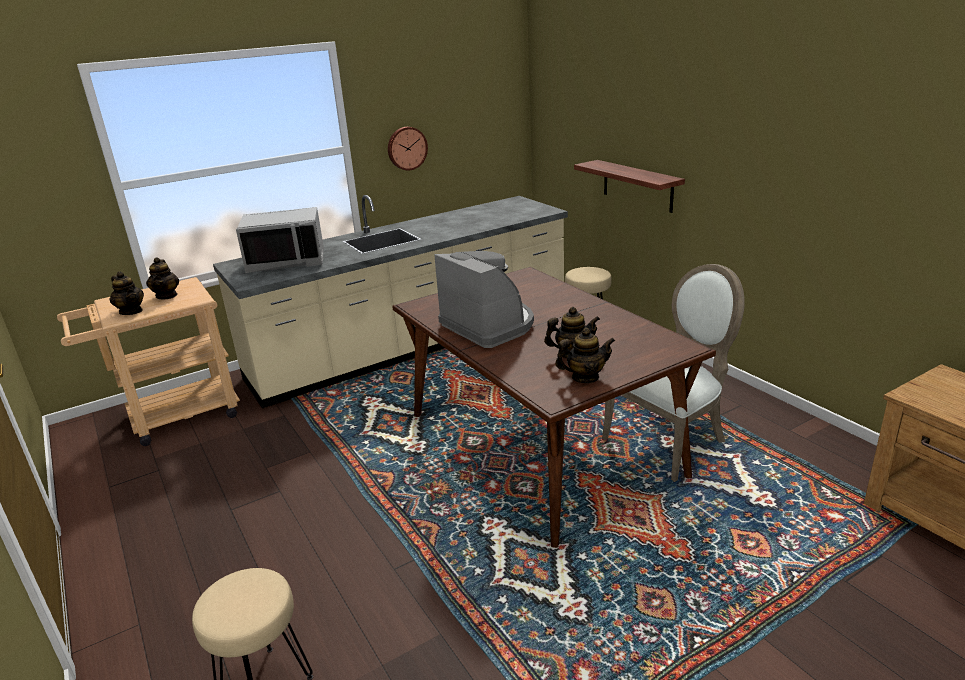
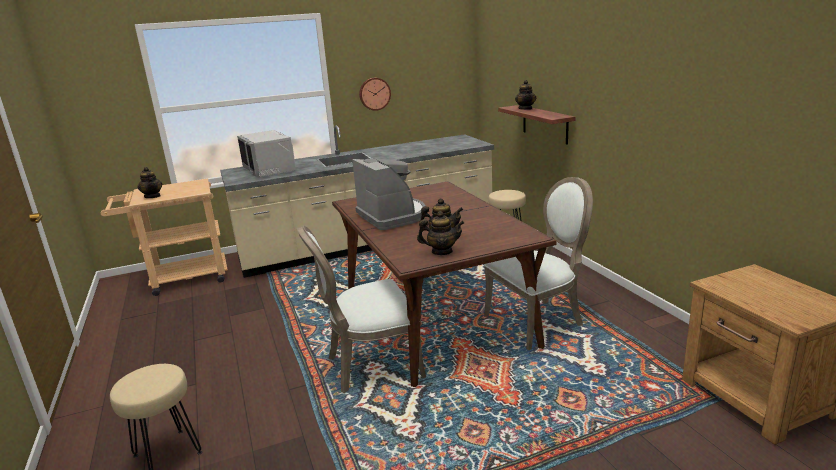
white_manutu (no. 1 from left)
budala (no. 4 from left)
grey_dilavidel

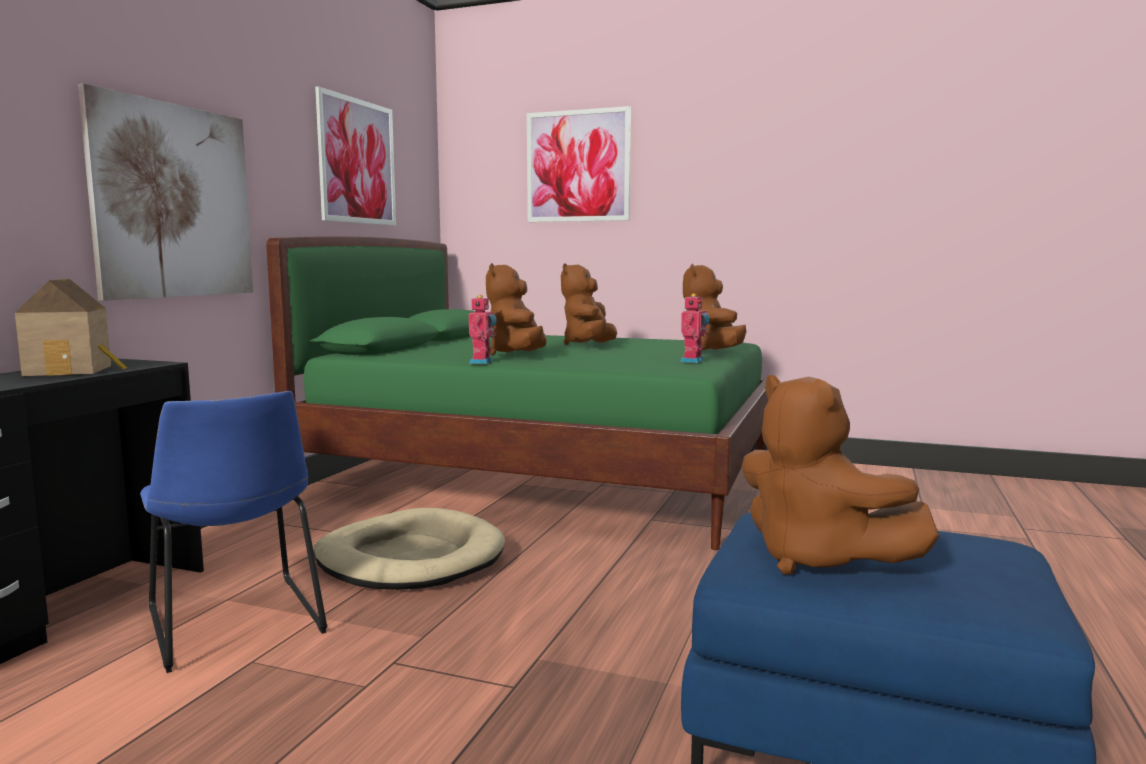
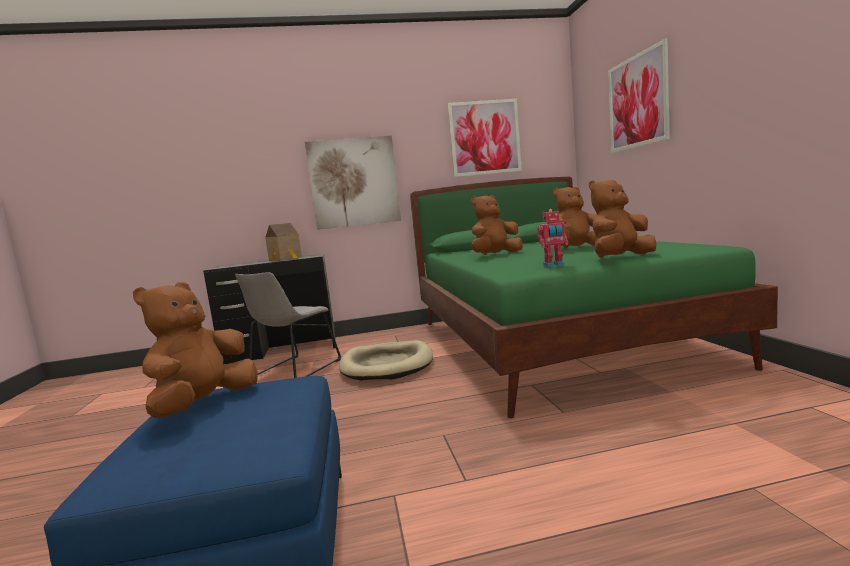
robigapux (no. 1 from left in the first image)
grey_manutu

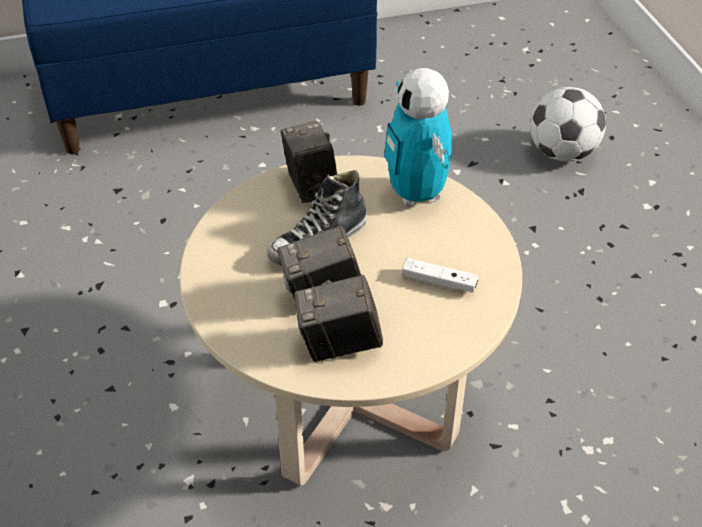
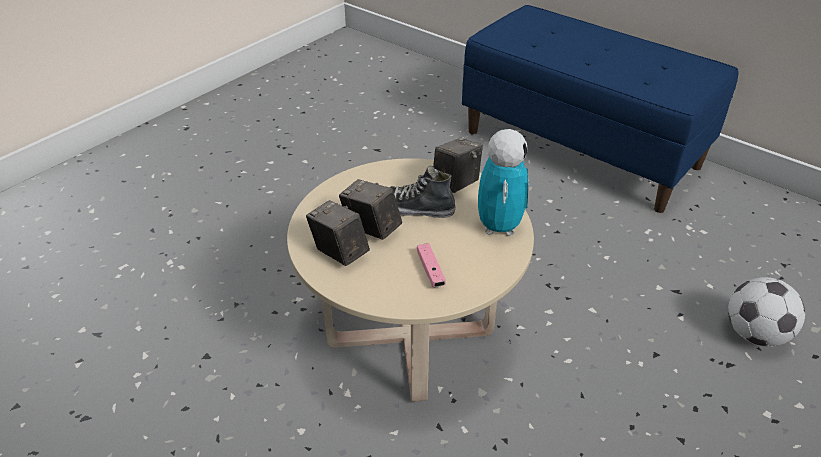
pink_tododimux
robigapux

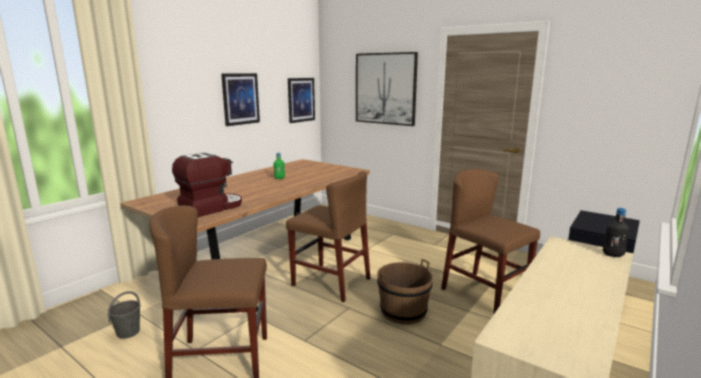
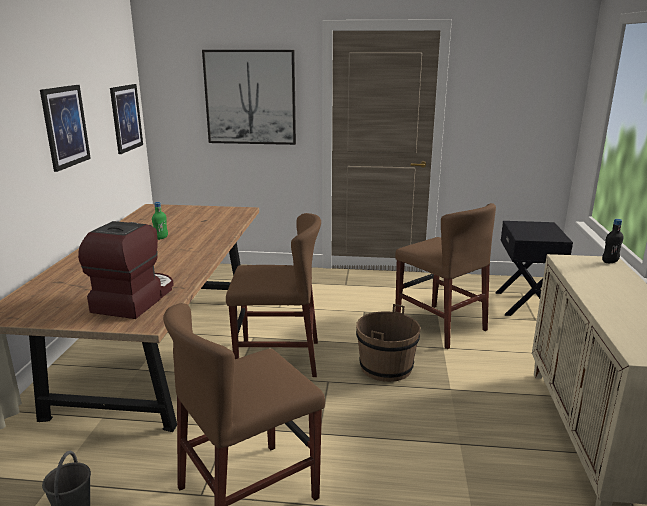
brown_manutu (no. 3 from left)

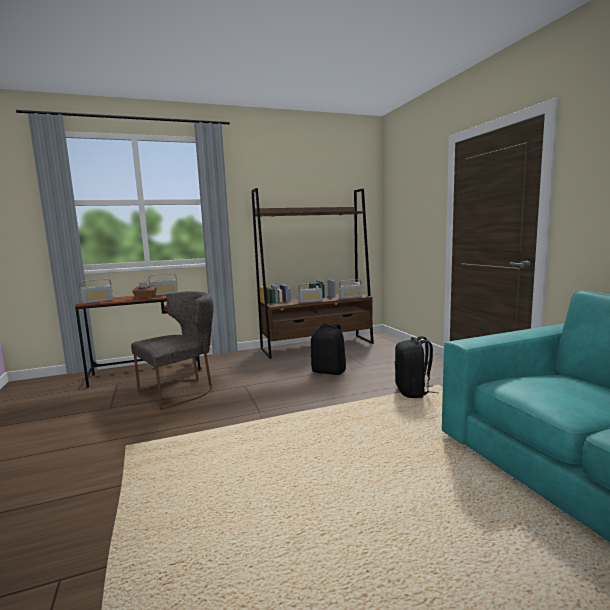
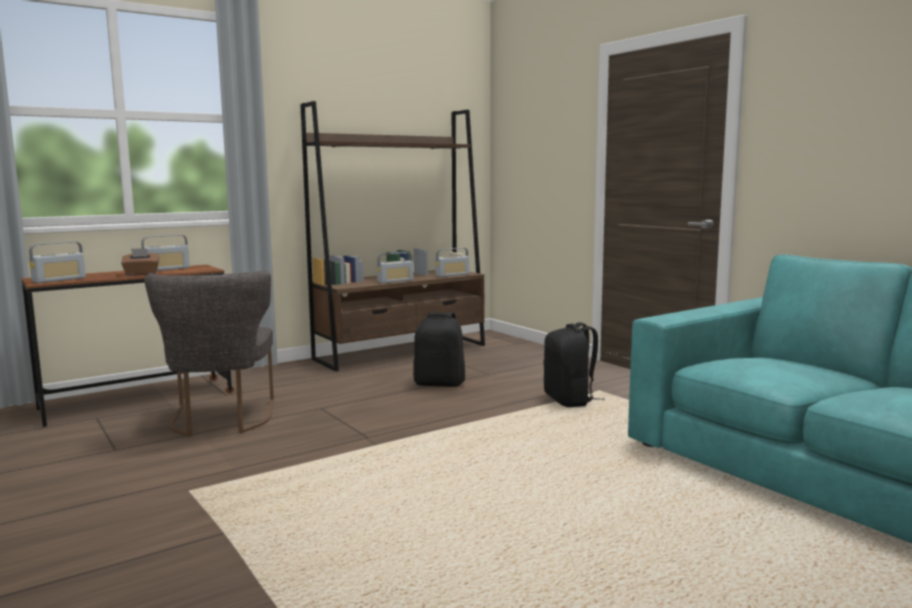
grey_manutu

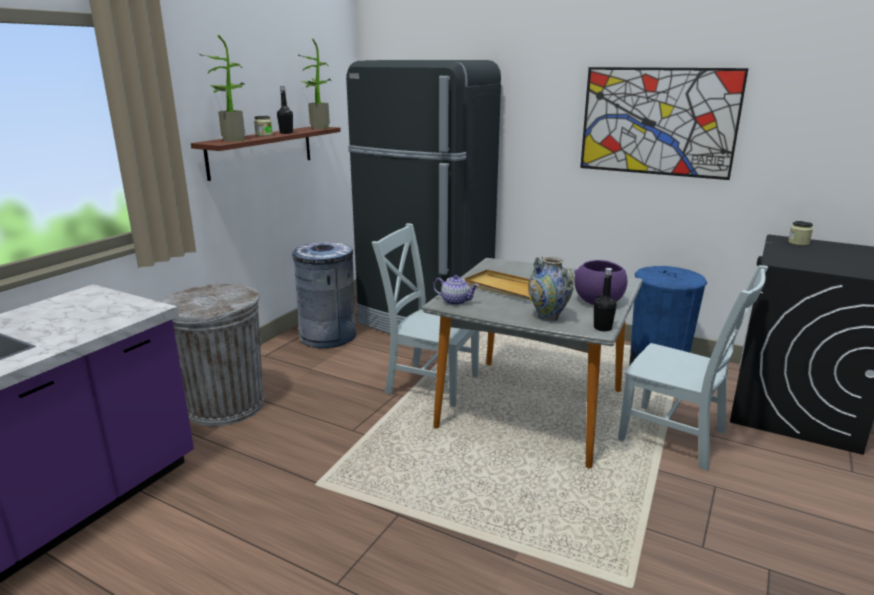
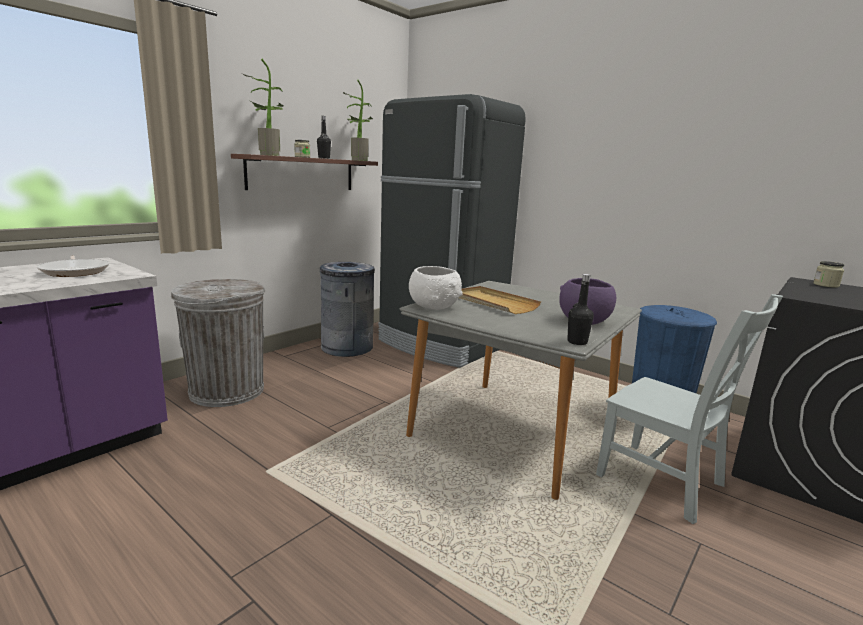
grey_manutu (no. 1 from left in the first image)
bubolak
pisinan
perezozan
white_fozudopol

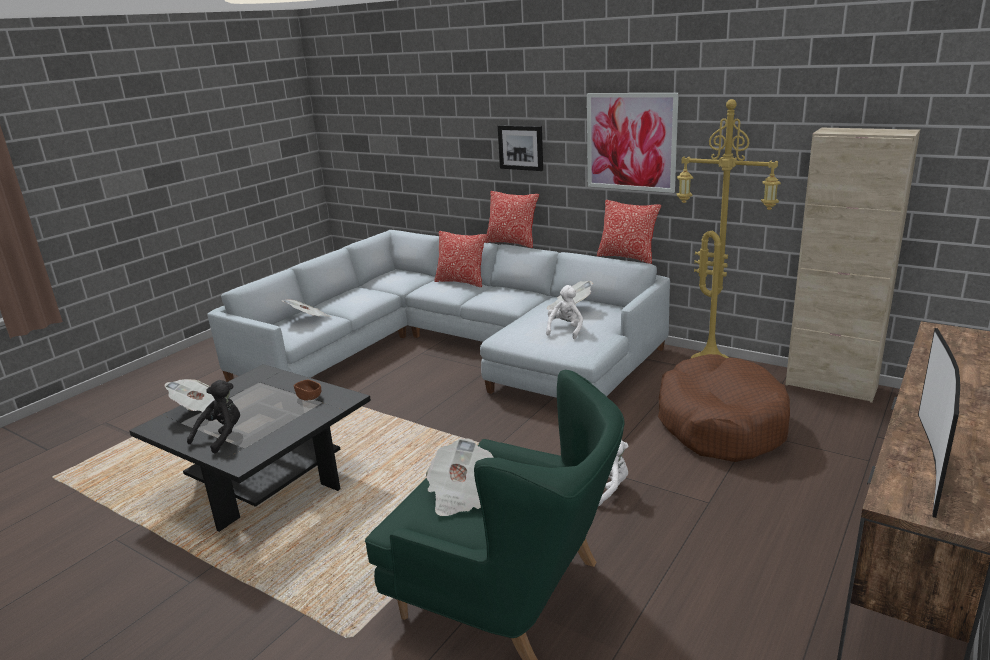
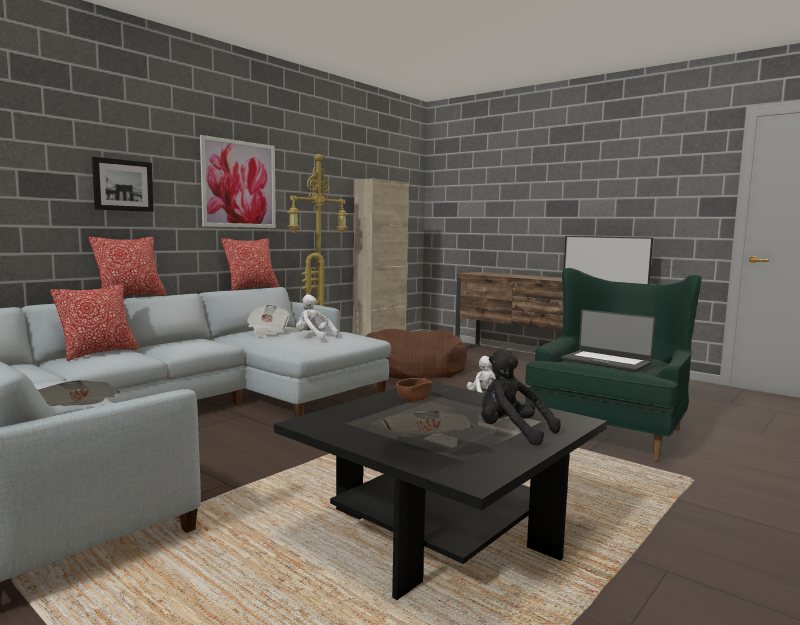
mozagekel

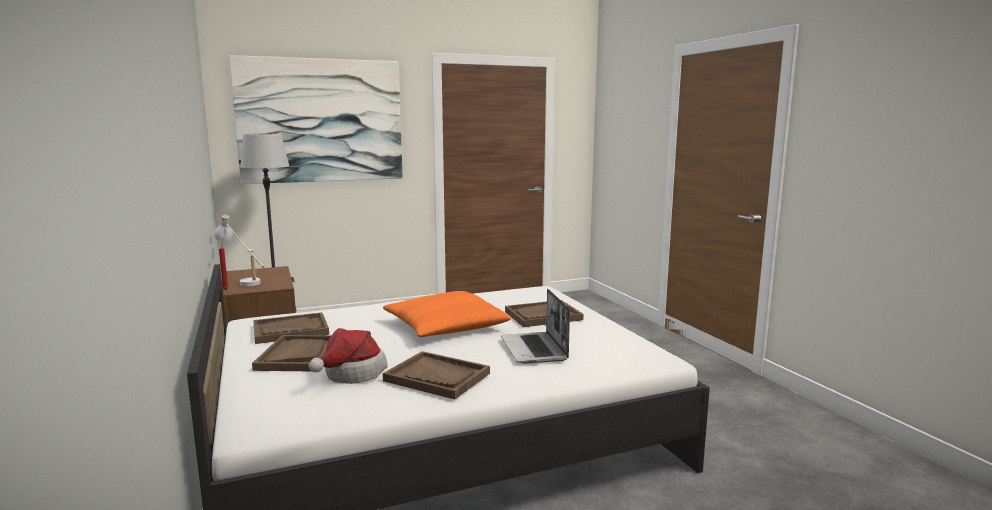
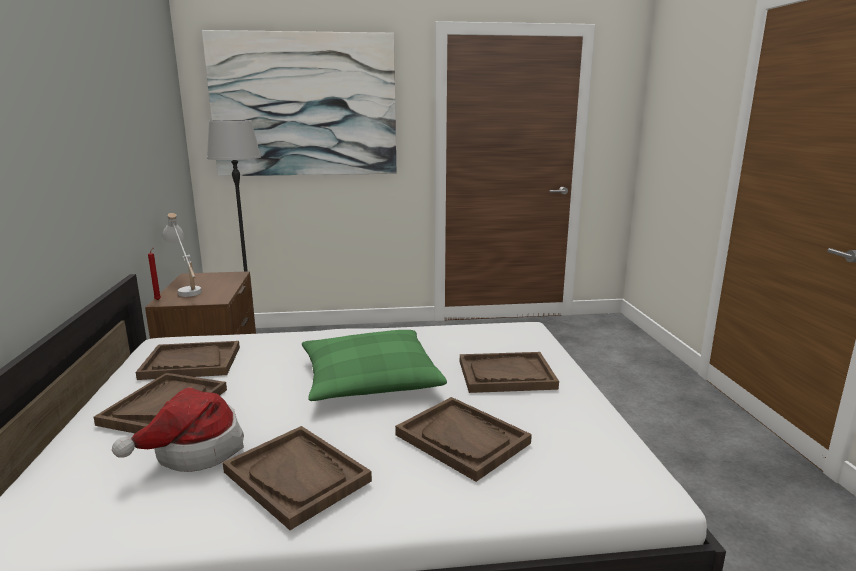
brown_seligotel (no. 4 from left)
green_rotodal

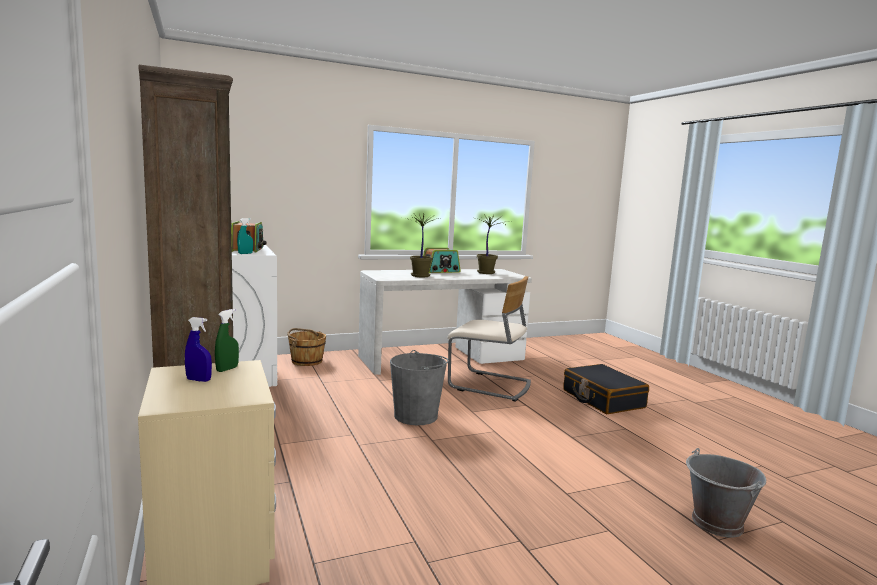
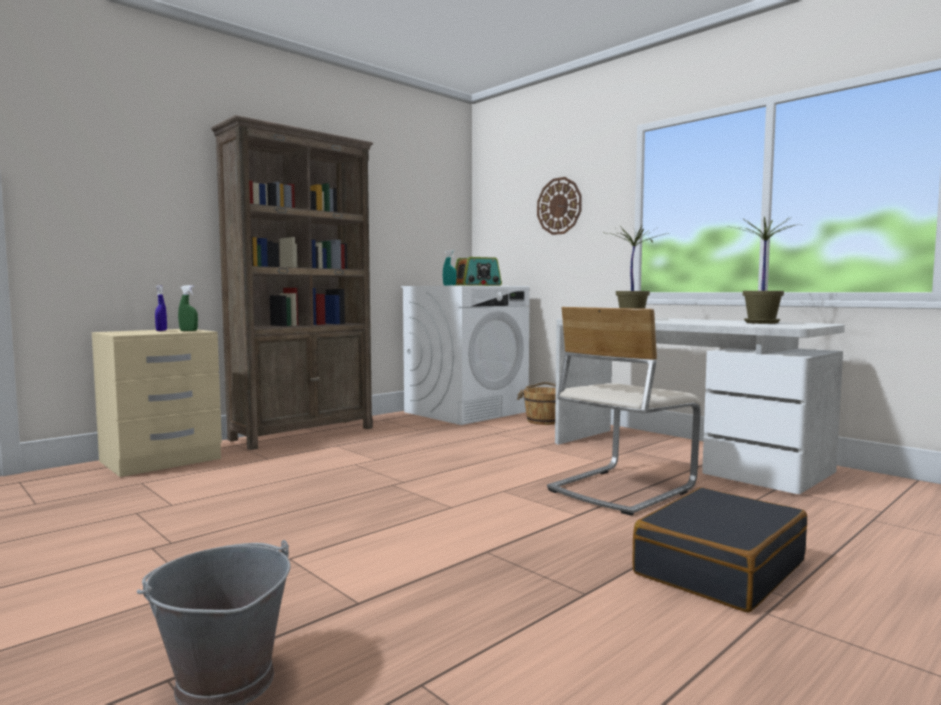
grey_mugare (no. 1 from left in the first image)
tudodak (no. 2 from left in the first image)
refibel
beige_manutu

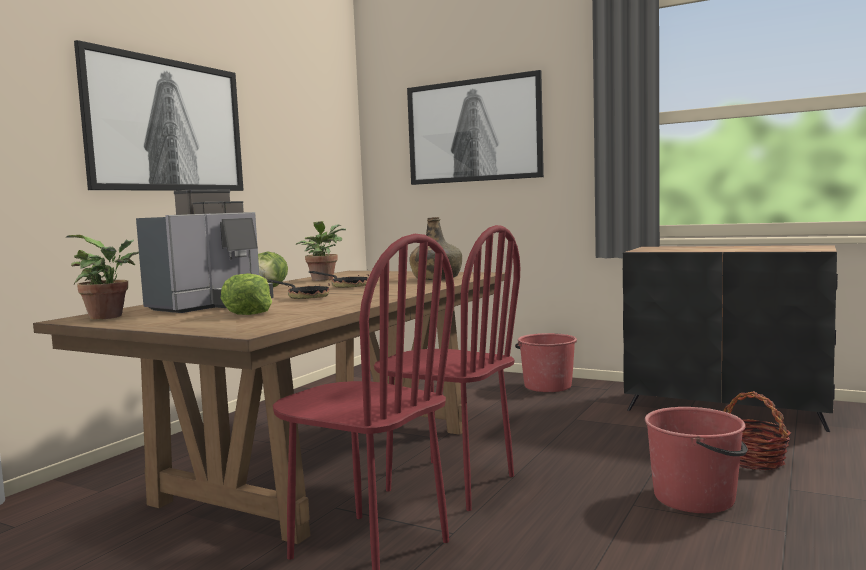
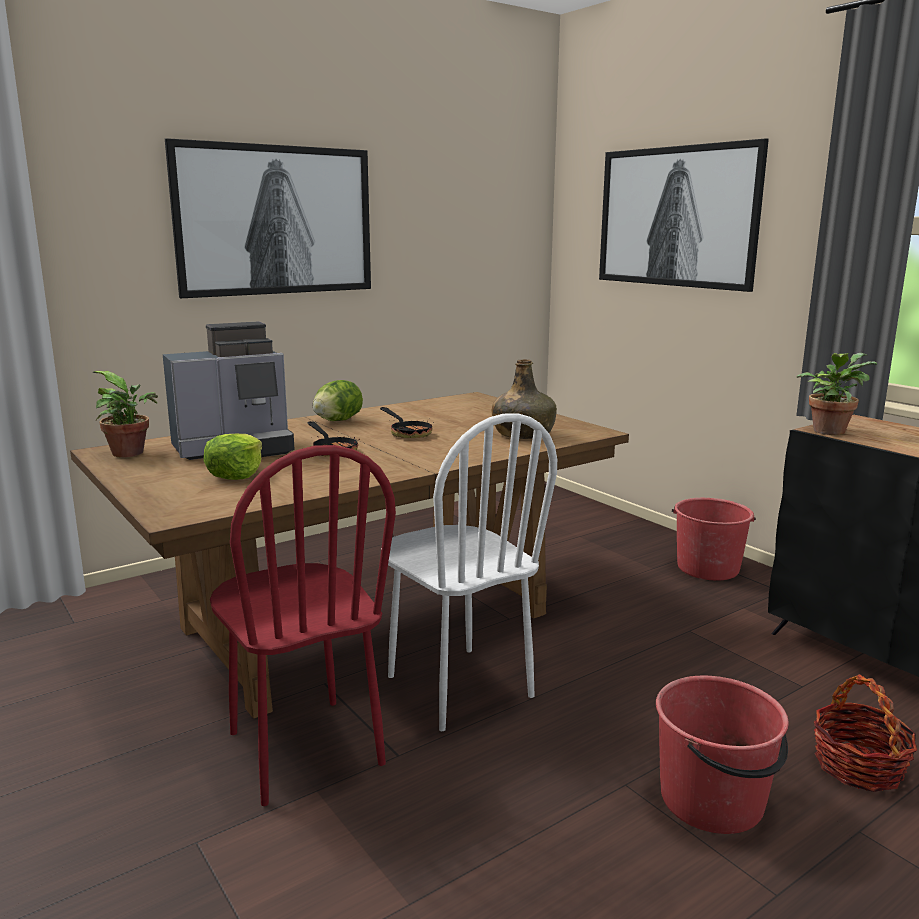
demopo (no. 2 from left)
white_manutu

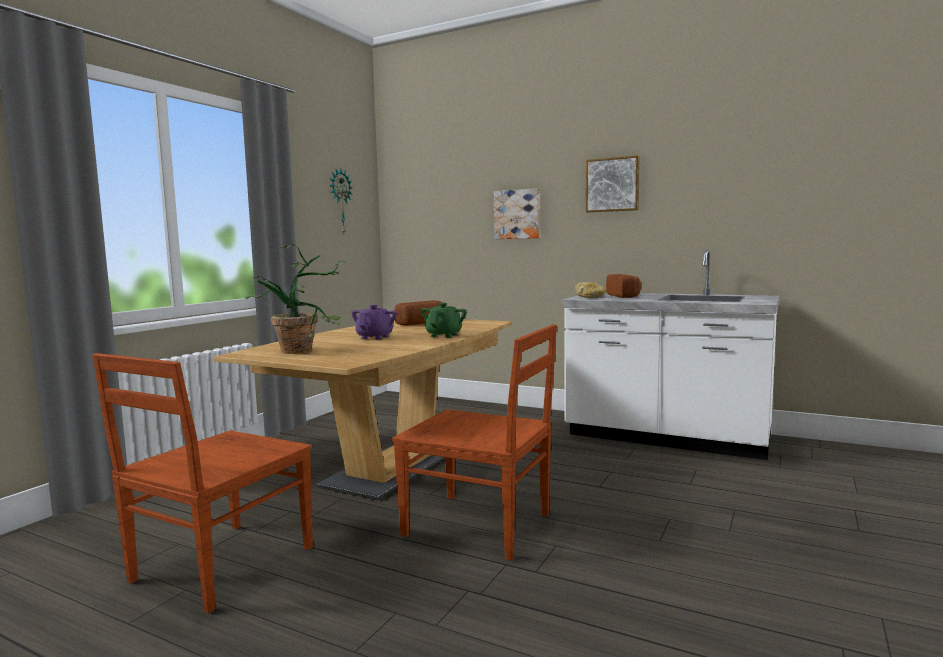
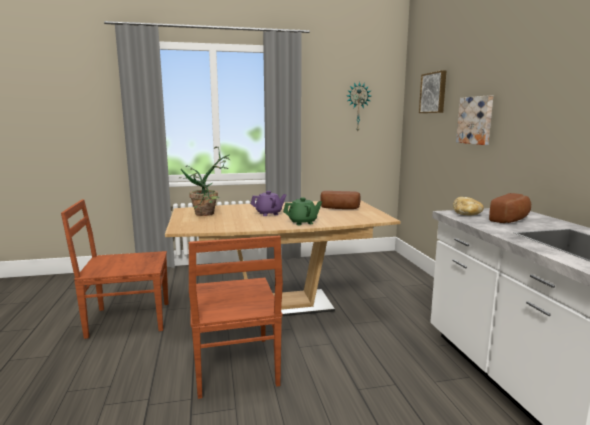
pisinan (no. 1 from left)

